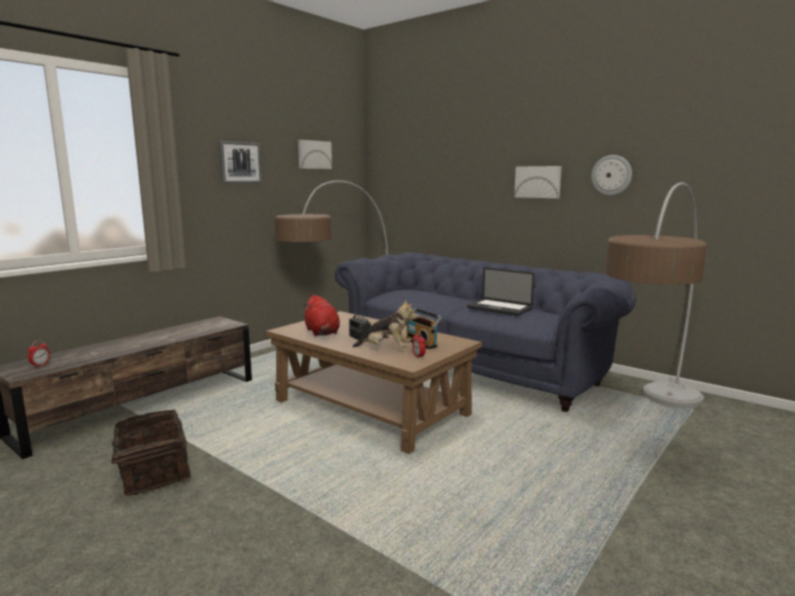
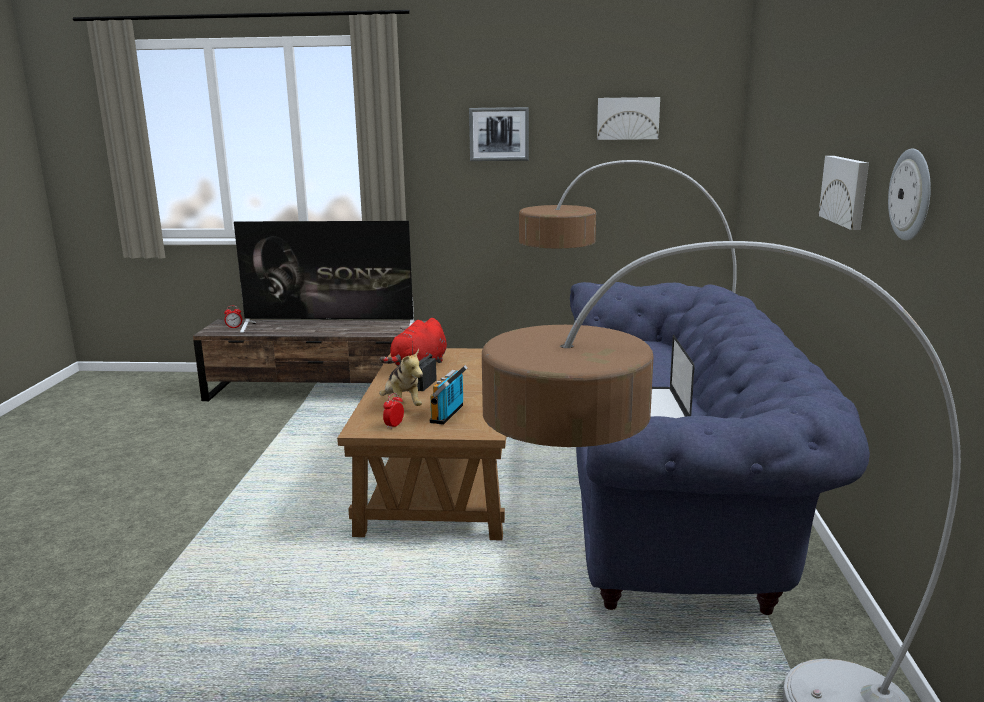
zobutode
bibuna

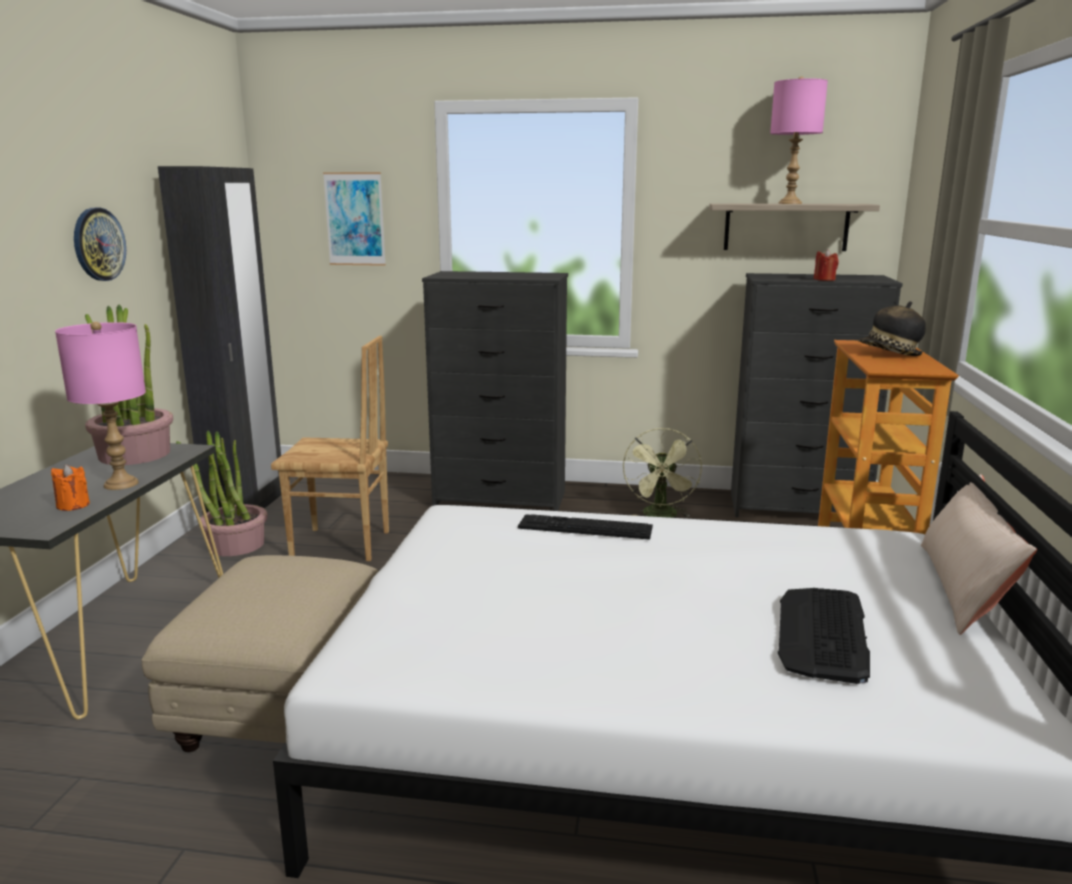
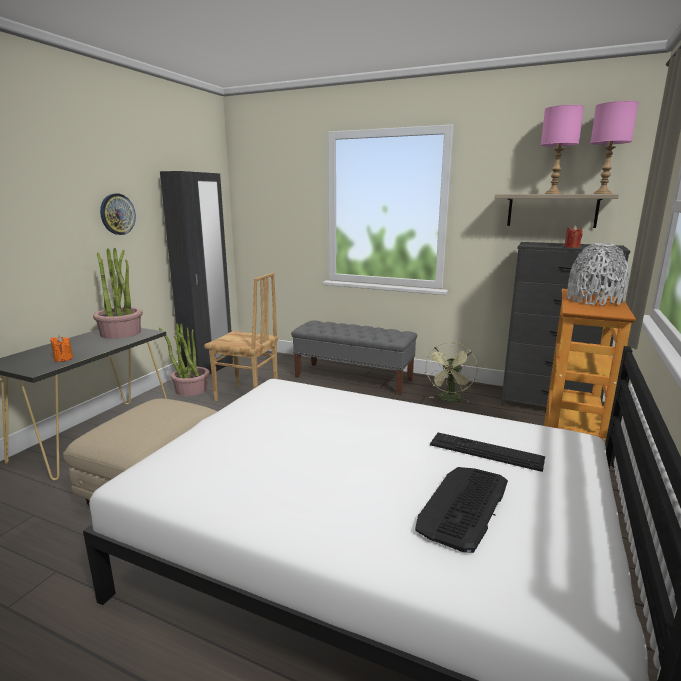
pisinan
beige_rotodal
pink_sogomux (no. 2 from left)
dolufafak (no. 2 from left)
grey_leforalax
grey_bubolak

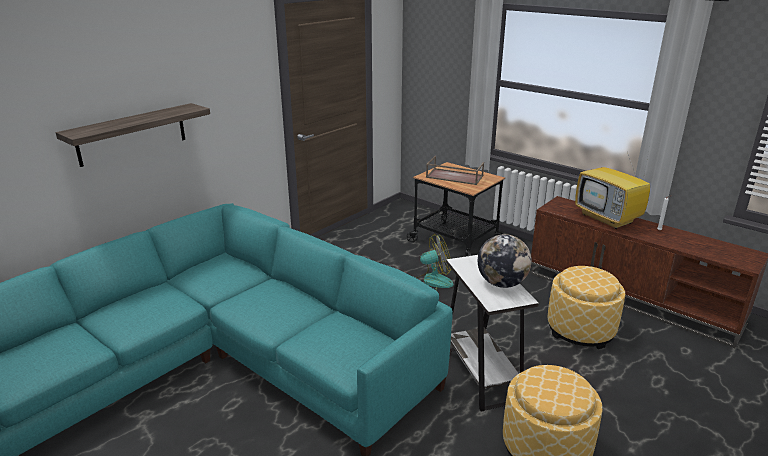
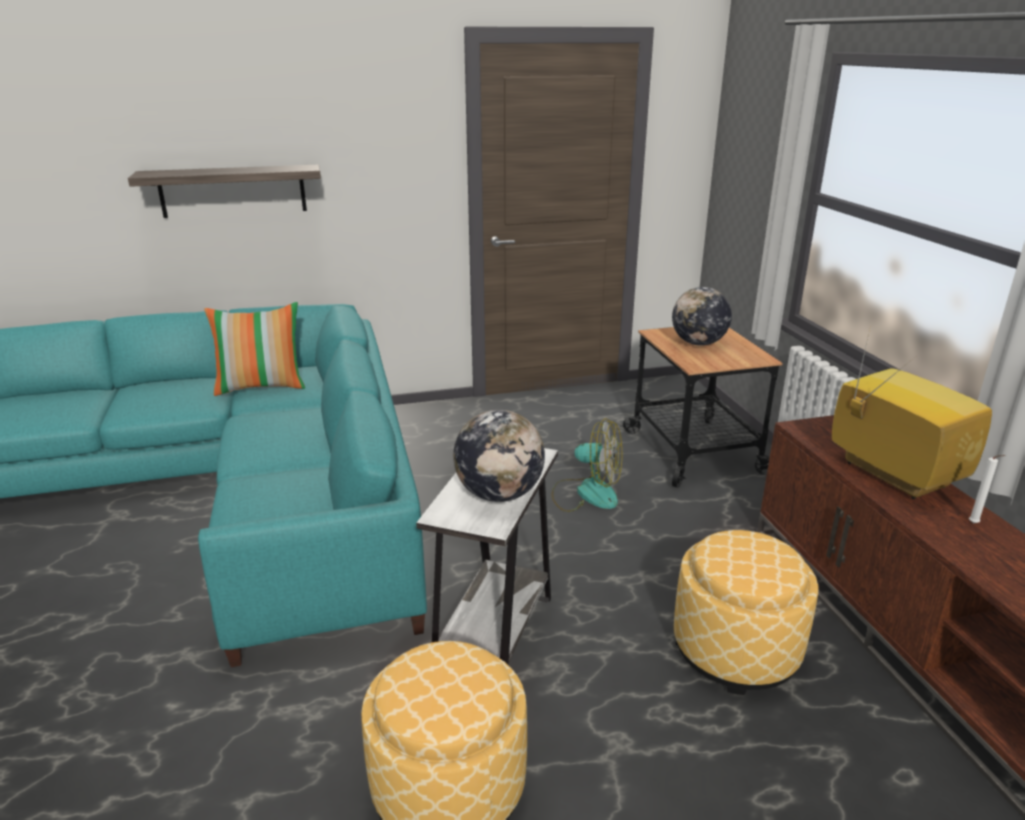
rotodal
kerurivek (no. 2 from left)
bibuna

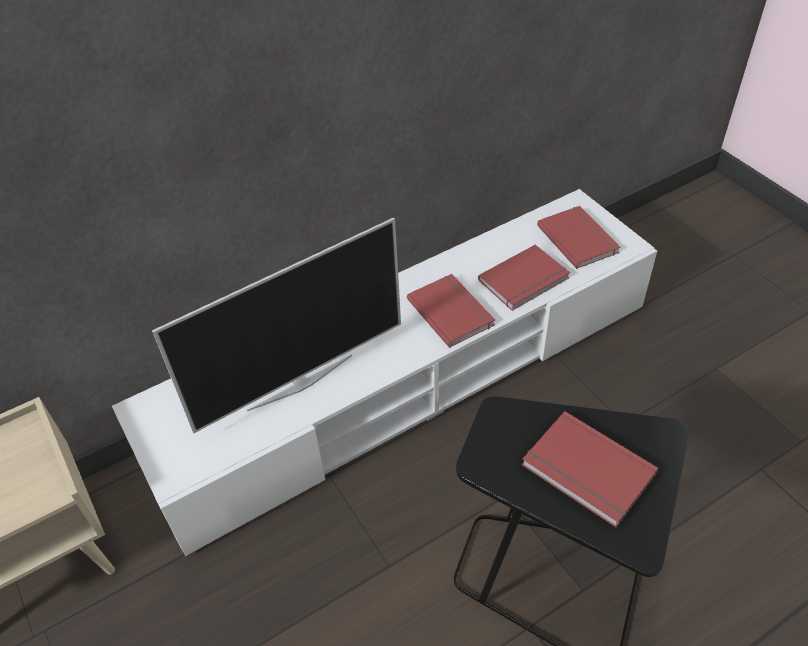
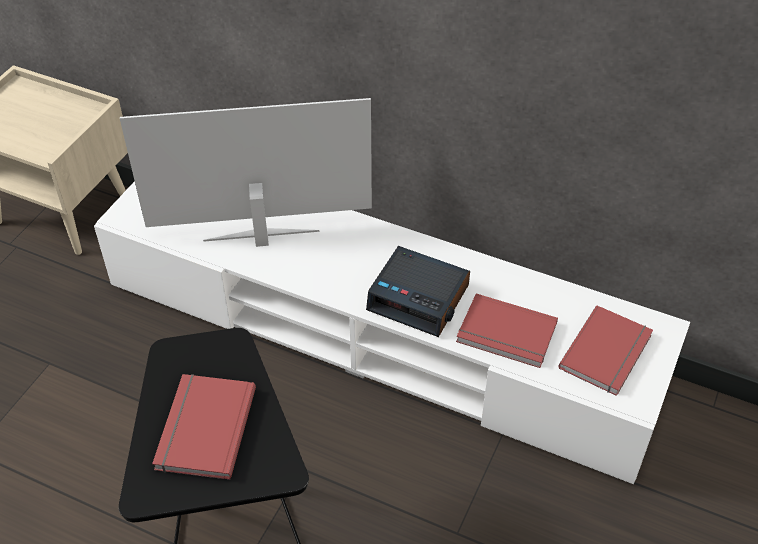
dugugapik
bibuna

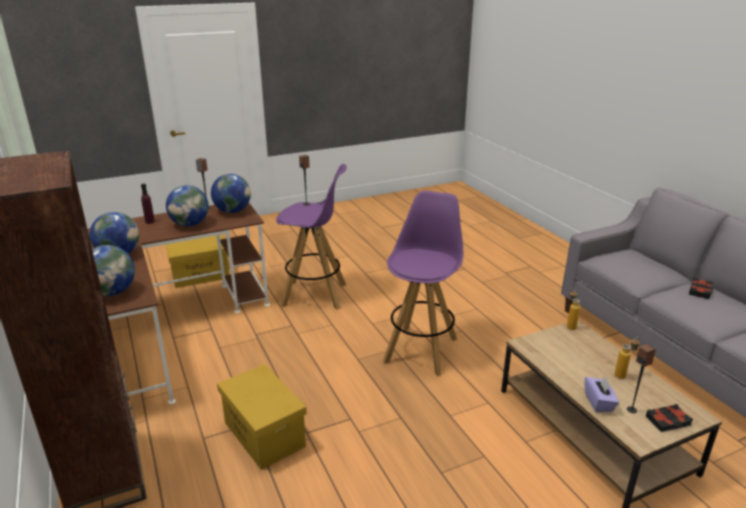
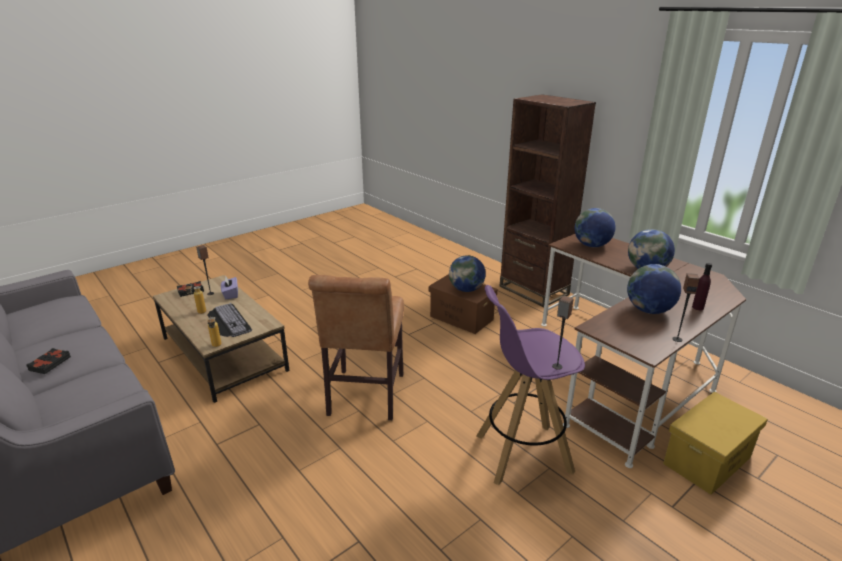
dolufafak
kerurivek (no. 1 from left)
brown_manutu
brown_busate

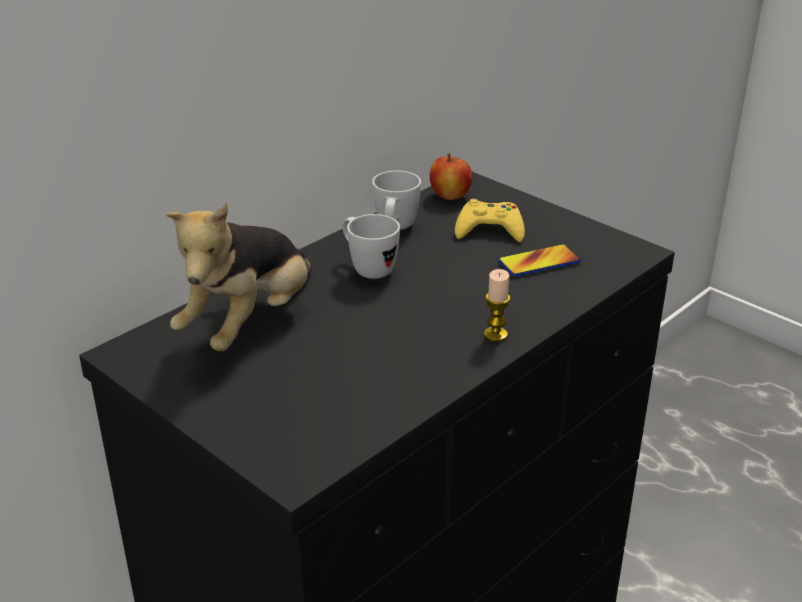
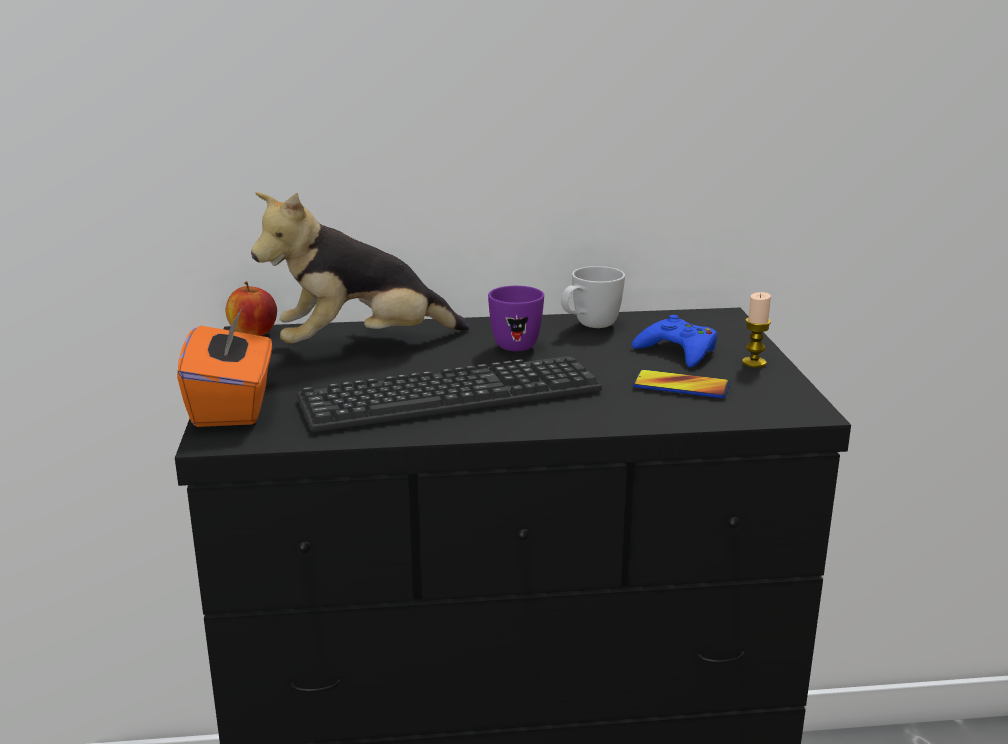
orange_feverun
dolufafak
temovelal
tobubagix
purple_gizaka
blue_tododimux

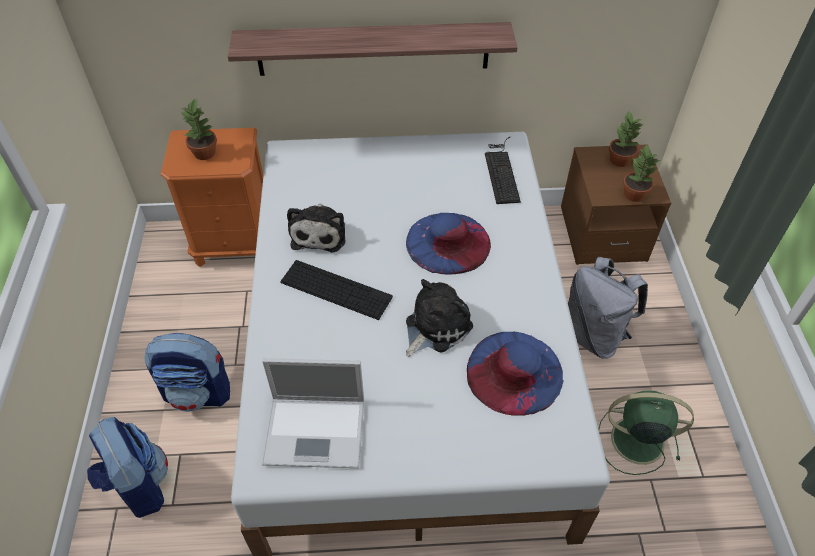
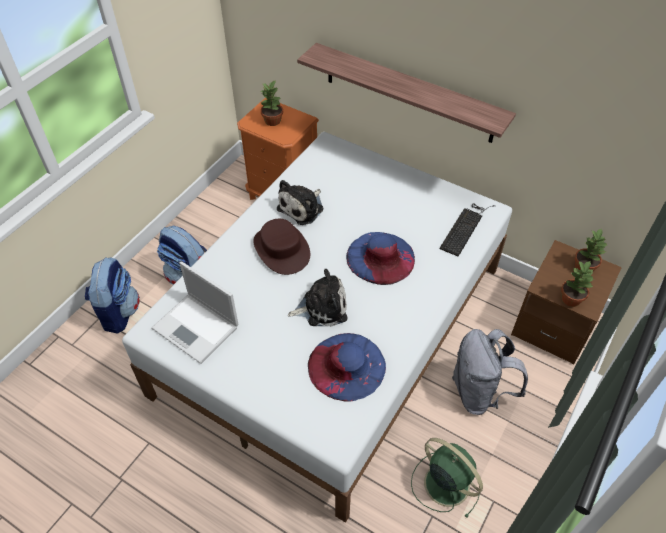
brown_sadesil

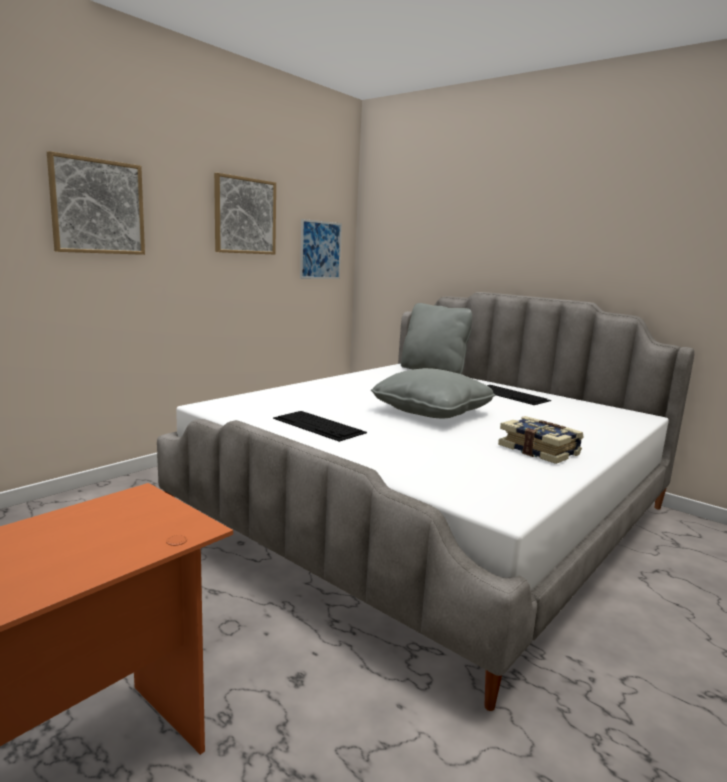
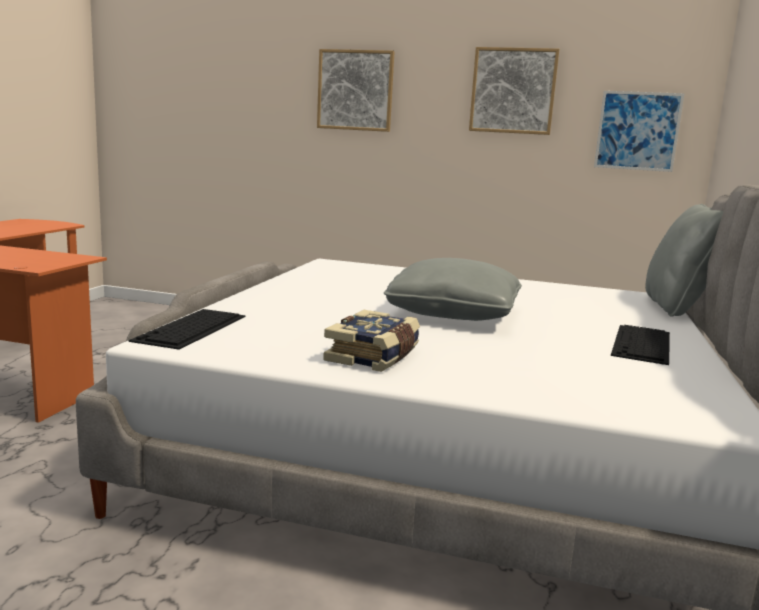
dolufafak (no. 1 from left)

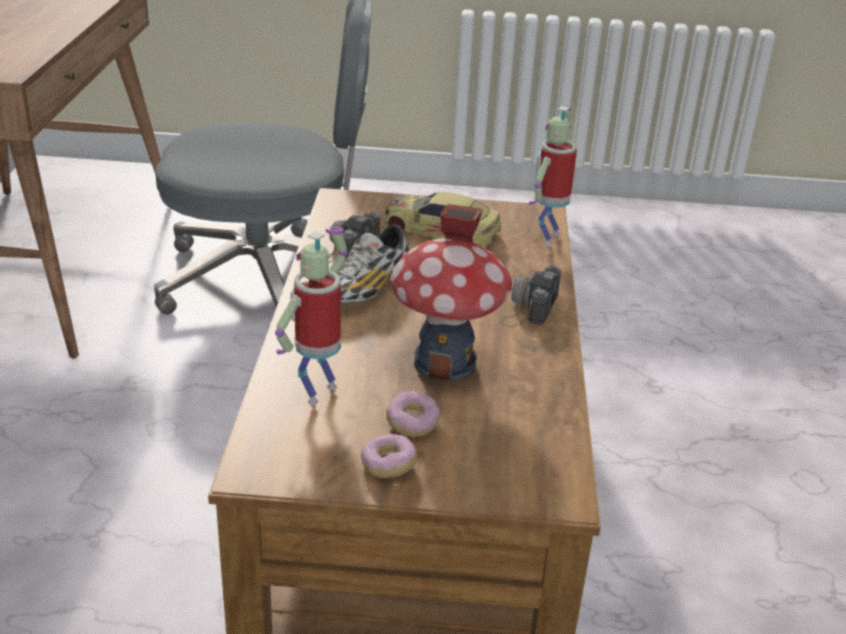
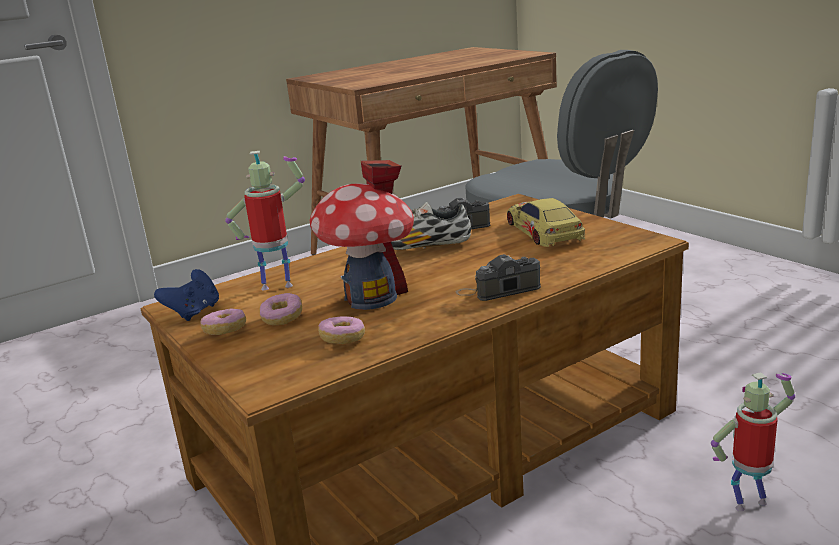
blue_tododimux
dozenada (no. 3 from left)
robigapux (no. 2 from left)

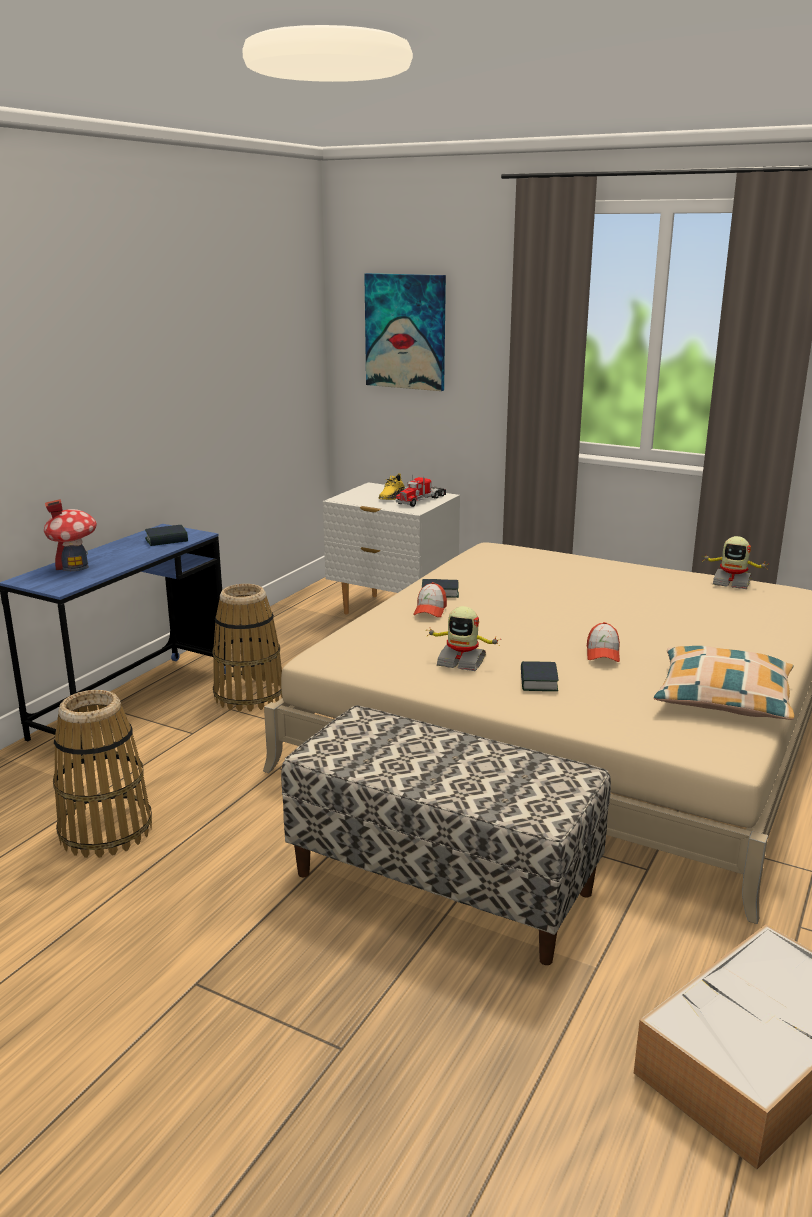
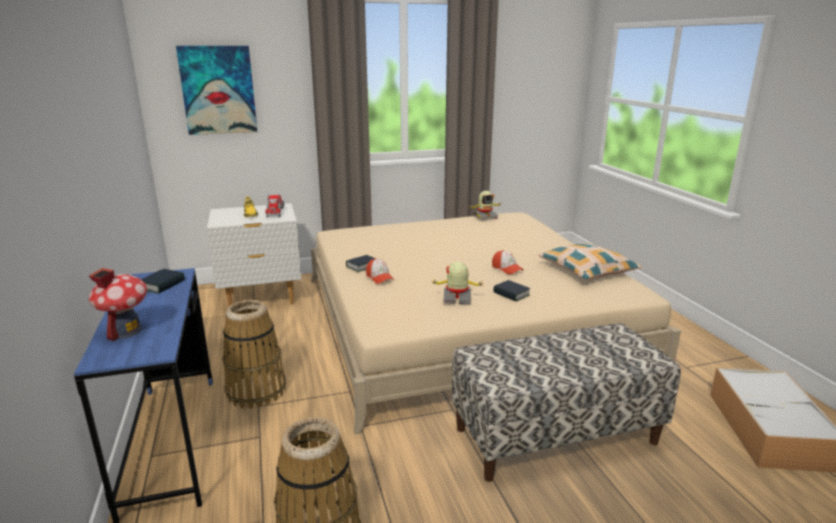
robigapux (no. 1 from left)

